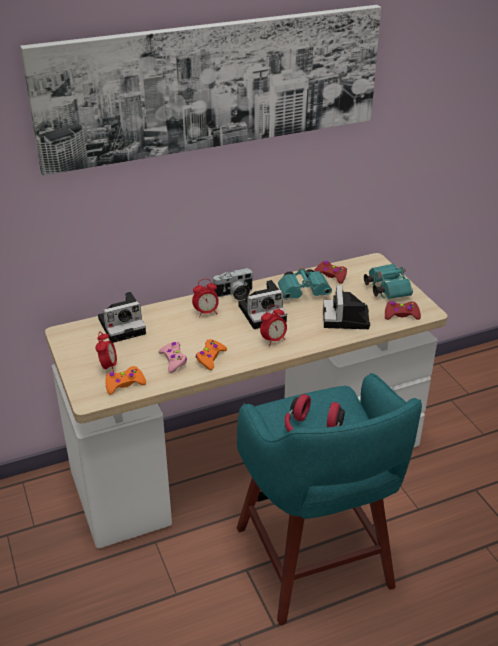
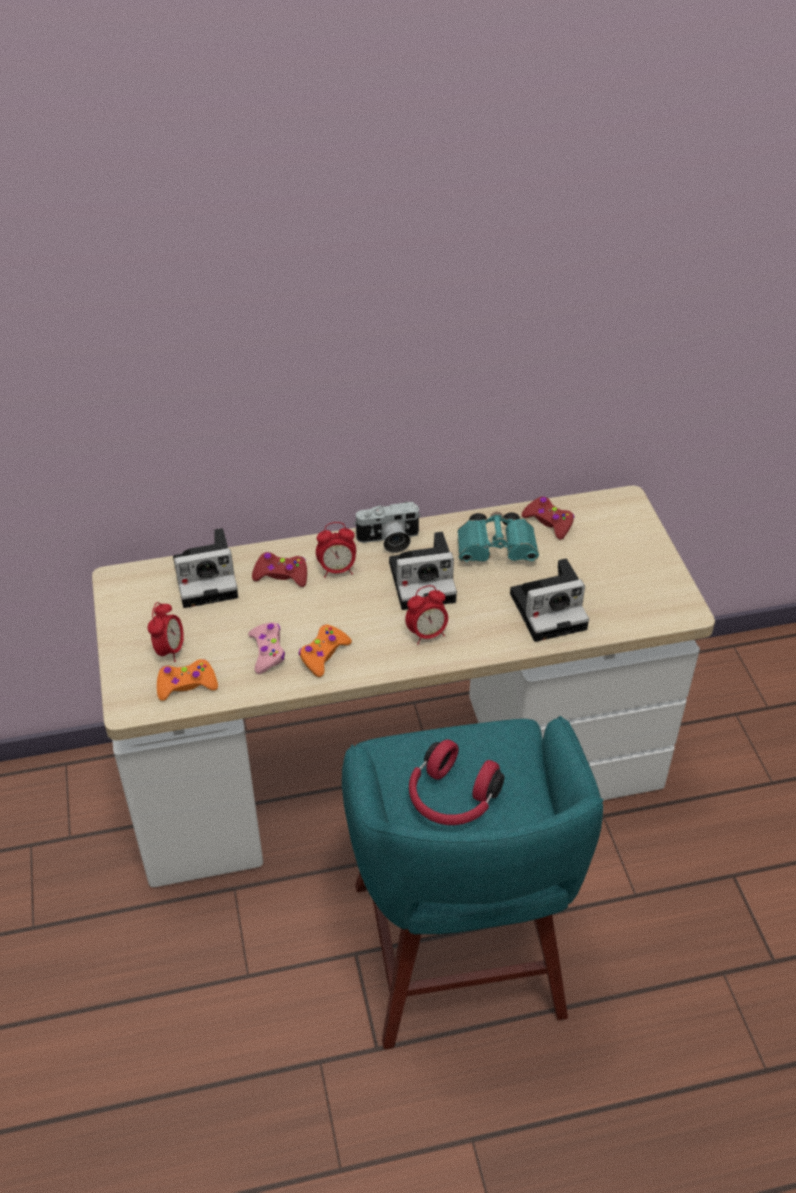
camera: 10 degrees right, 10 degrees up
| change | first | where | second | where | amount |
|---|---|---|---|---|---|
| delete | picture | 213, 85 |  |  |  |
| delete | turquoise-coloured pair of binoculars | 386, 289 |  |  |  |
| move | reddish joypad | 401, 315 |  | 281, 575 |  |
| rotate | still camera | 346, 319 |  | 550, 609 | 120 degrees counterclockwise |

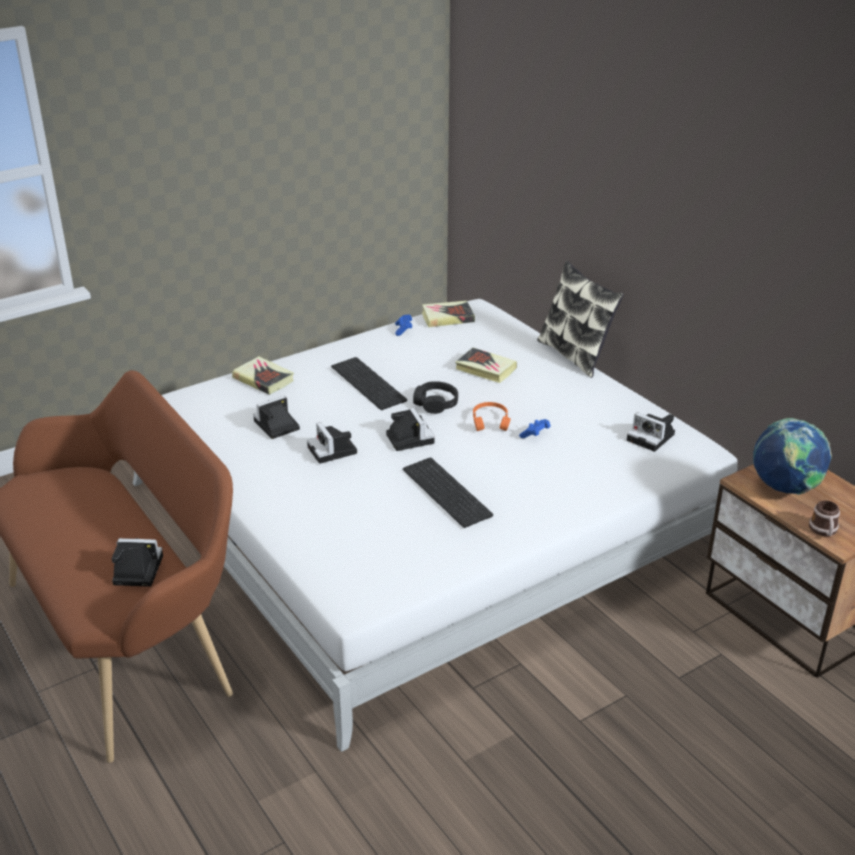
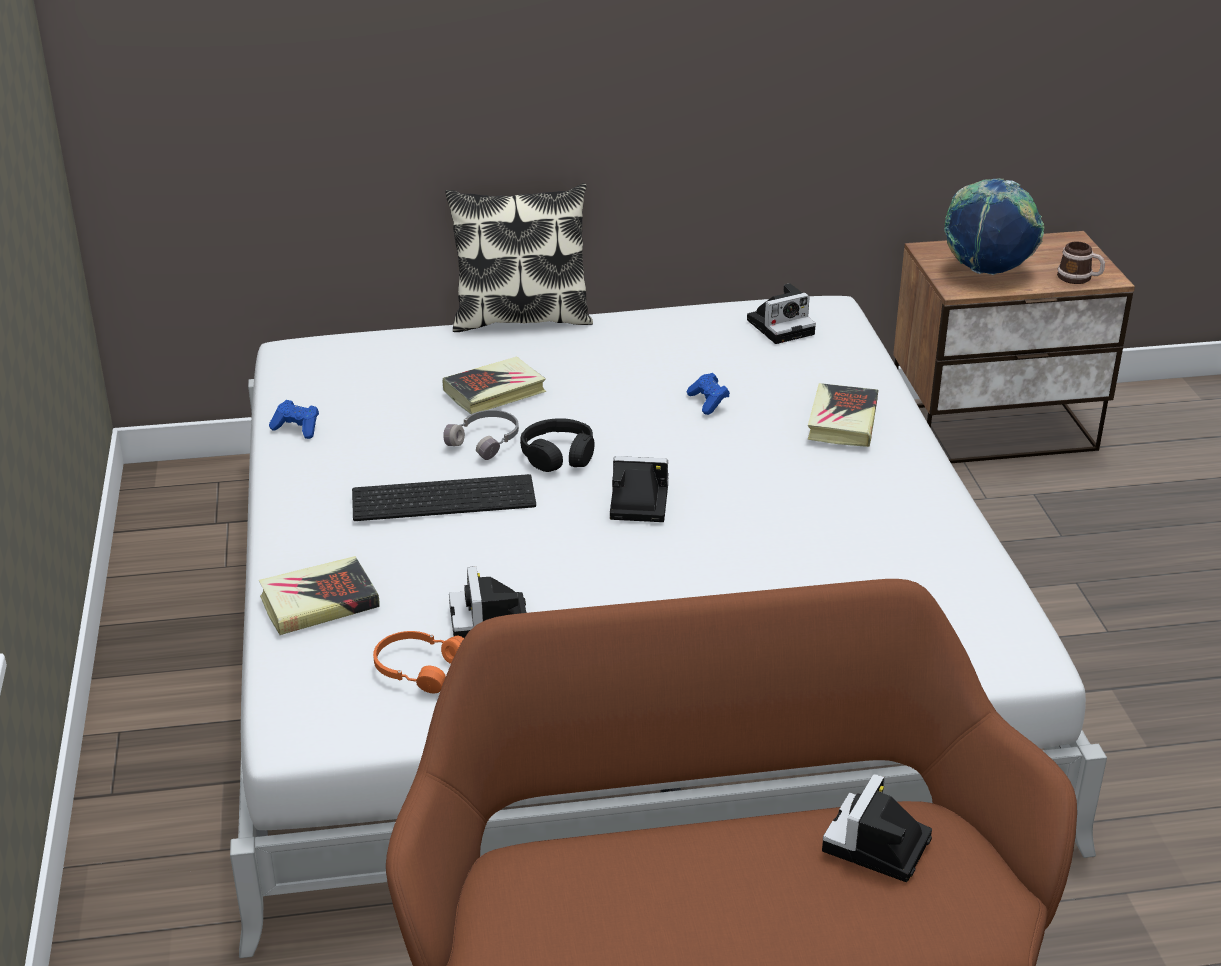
camera: 65 degrees left, 0 degrees up
| change | first | where | second | where | amount |
|---|---|---|---|---|---|
| delete | still camera | 333, 451 |  |  |  |
| delete | computer keyboard | 449, 492 |  |  |  |
| insert |  |  | gray headset | 486, 441 |  |
| move | volume | 447, 317 |  | 842, 421 |  |
| move | orange headset | 491, 421 |  | 418, 668 |  |

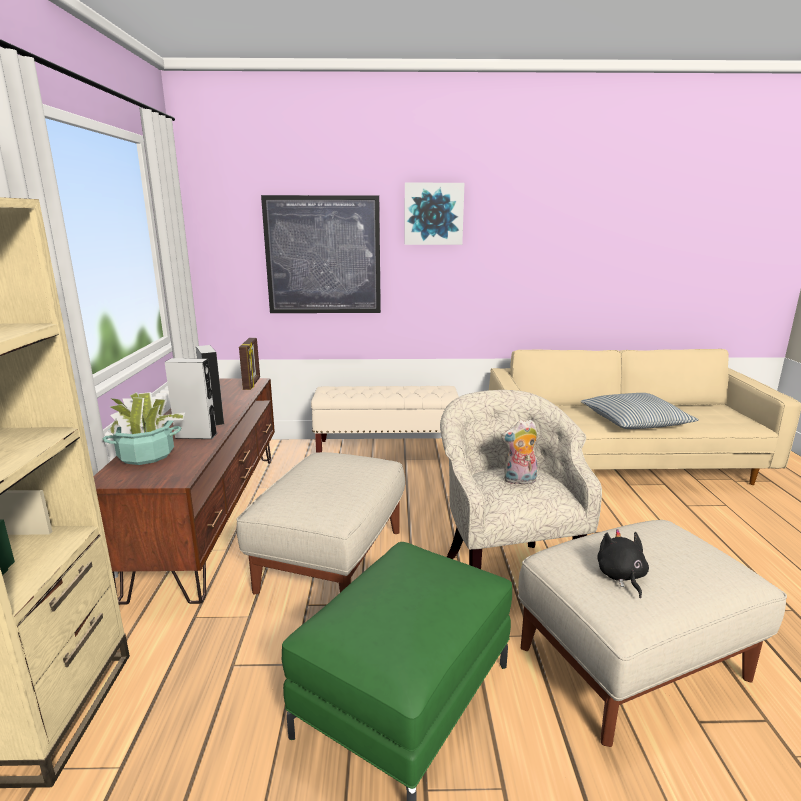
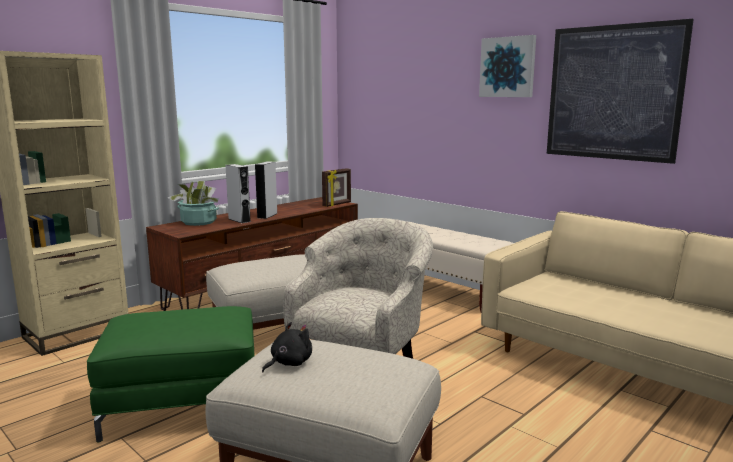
camera: 45 degrees right, 5 degrees down
| change | first | where | second | where | amount |
|---|---|---|---|---|---|
| delete | cuddly toy | 519, 481 |  |  |  |
| delete | cushion | 634, 422 |  |  |  |
| move | picture | 323, 255 |  | 613, 93 |  |

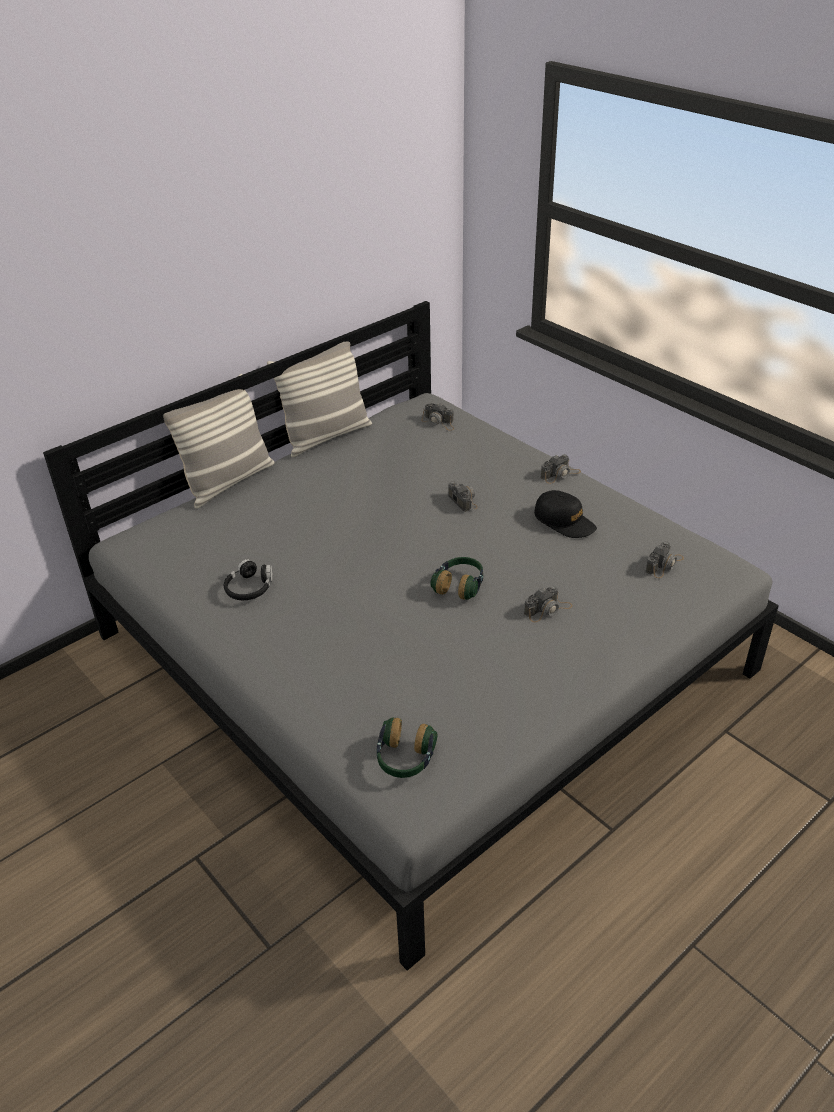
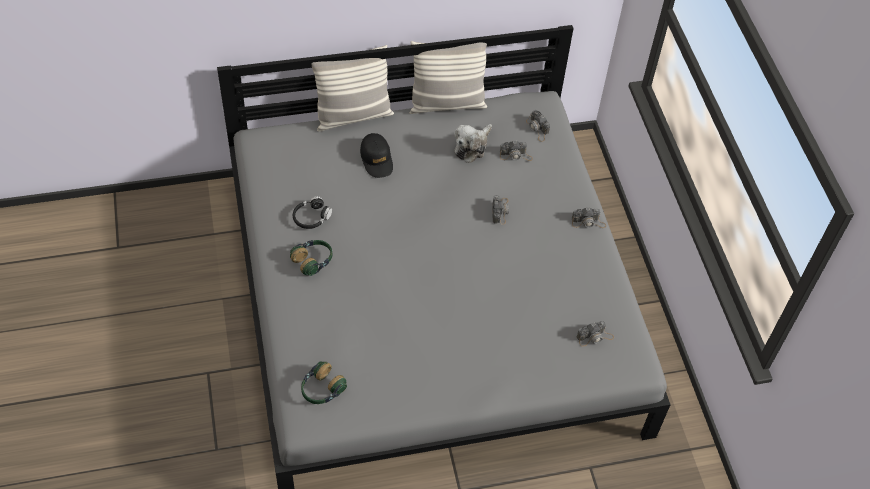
camera: 25 degrees right, 15 degrees up
| change | first | where | second | where | amount |
|---|---|---|---|---|---|
| insert |  |  | cuddly toy | 472, 147 |  |
| move | headset | 460, 586 |  | 313, 261 |  |
| move | still camera | 548, 609 |  | 515, 155 |  |
| move | black baseball cap | 564, 521 |  | 377, 159 |  |

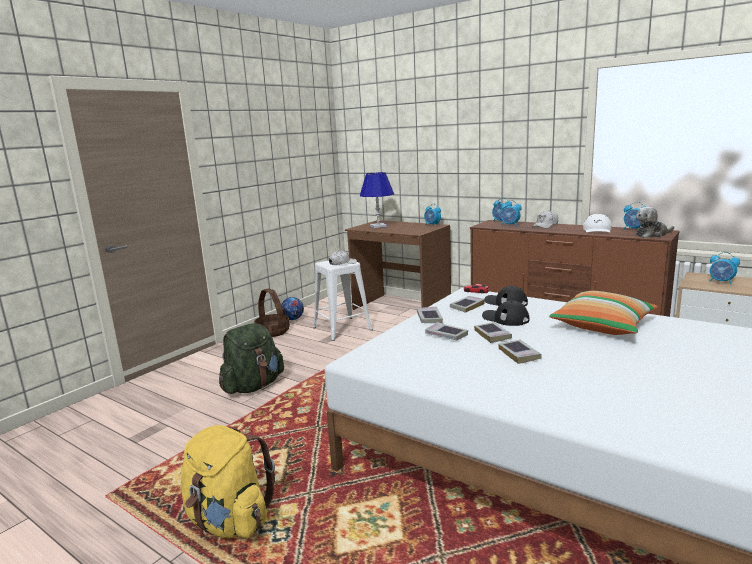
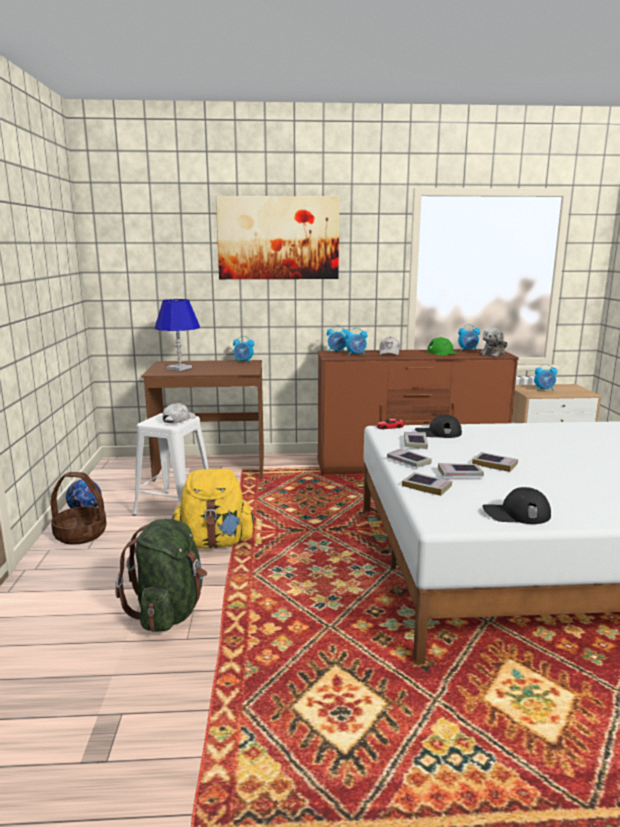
camera: 40 degrees left, 0 degrees up
| change | first | where | second | where | amount |
|---|---|---|---|---|---|
| delete | cushion | 603, 326 |  |  |  |
| insert |  |  | picture | 278, 238 |  |
| move | yellow-coloured knapsack | 229, 521 |  | 215, 542 |  |
| move | black baseball cap | 505, 318 |  | 516, 513 |  |
| move | volume | 519, 354 |  | 427, 487 |  |
| recolor | white baseball cap | 597, 230 | green-coloured baseball cap | 443, 353 |  |

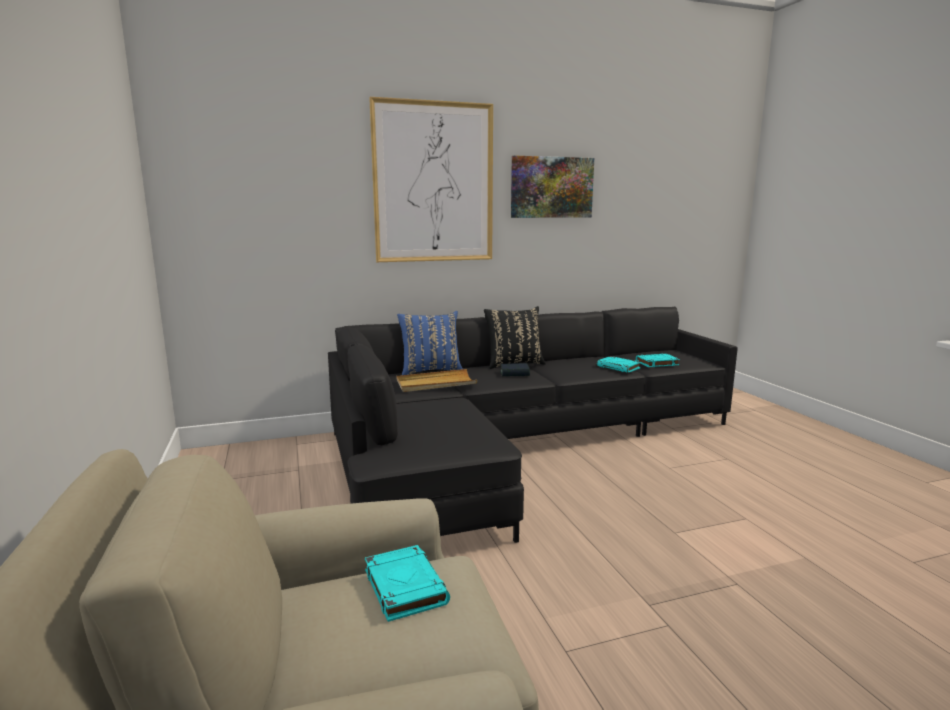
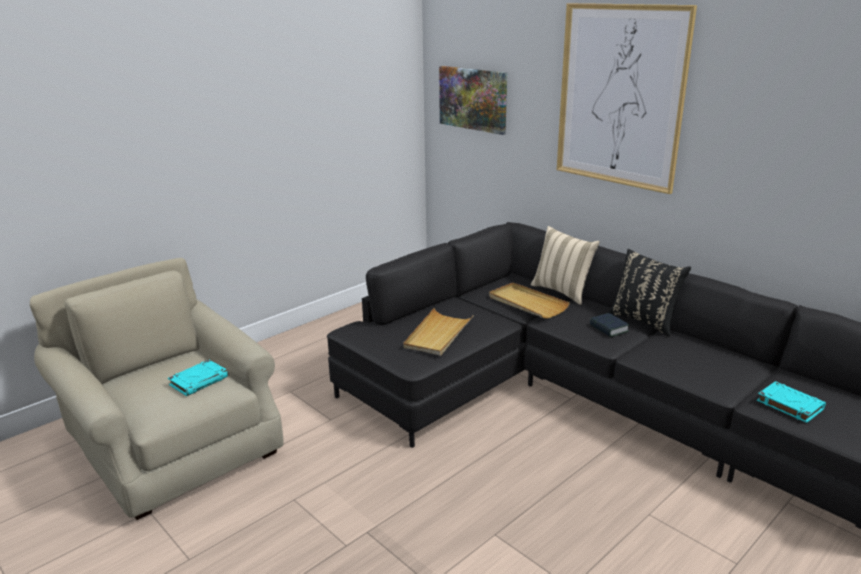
camera: 65 degrees right, 10 degrees up
| change | first | where | second | where | amount |
|---|---|---|---|---|---|
| delete | turquoise-coloured volume | 619, 367 |  |  |  |
| insert |  |  | beige carrying tray | 438, 334 |  |
| move | picture | 551, 187 |  | 473, 99 |  |
| recolor | blue cushion | 430, 371 | beige cushion | 562, 291 |  |

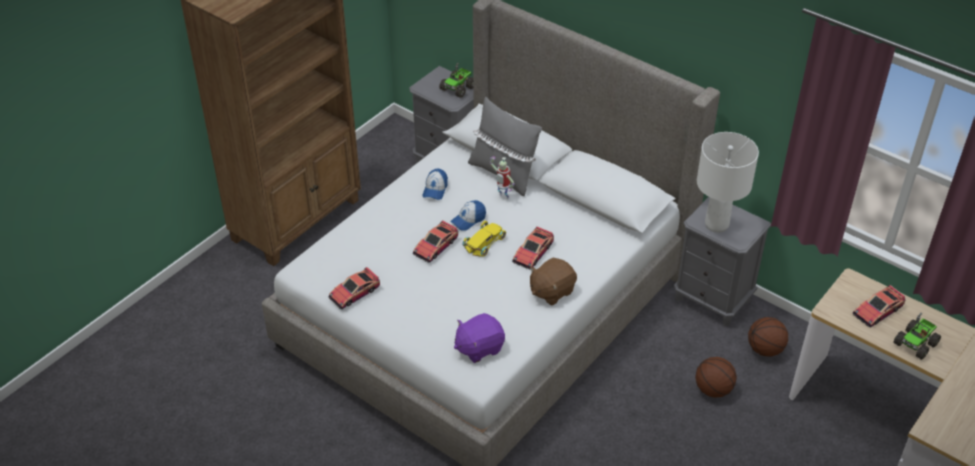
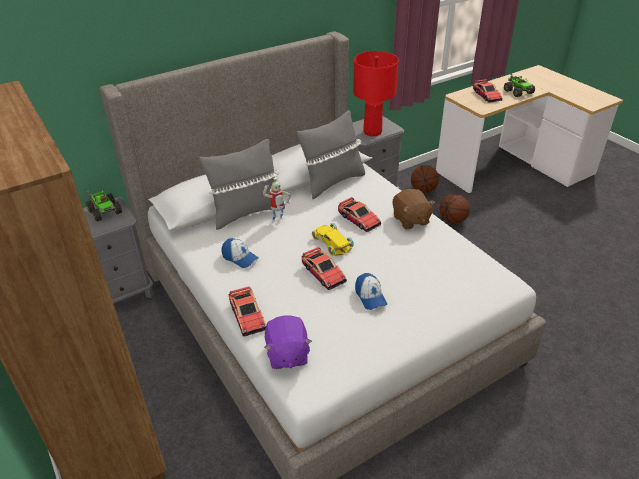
camera: 70 degrees left, 5 degrees down
| change | first | where | second | where | amount |
|---|---|---|---|---|---|
| insert |  |  | gray cushion | 332, 182 |  |
| move | model car | 354, 293 |  | 248, 316 |  |
| move | baseball cap | 468, 220 |  | 370, 296 |  |
| move | purple cuddly toy | 479, 348 |  | 287, 354 |  |
| recolor | white lamp for a table | 716, 225 | reddish lamp for a table | 372, 132 |  |

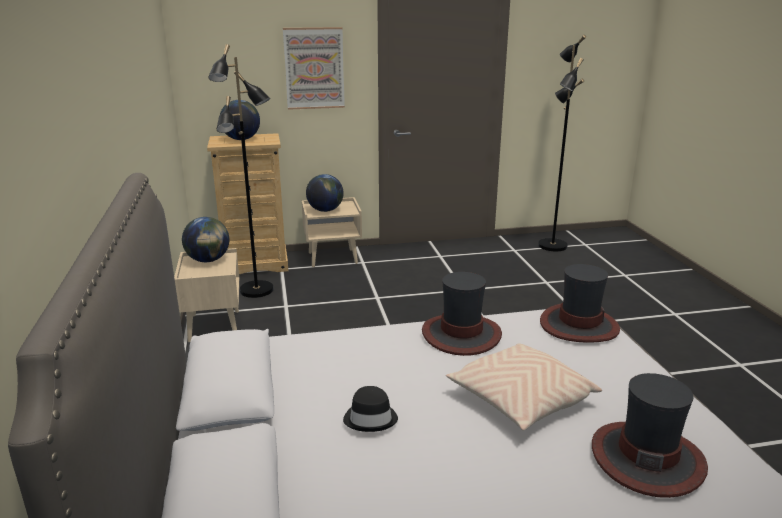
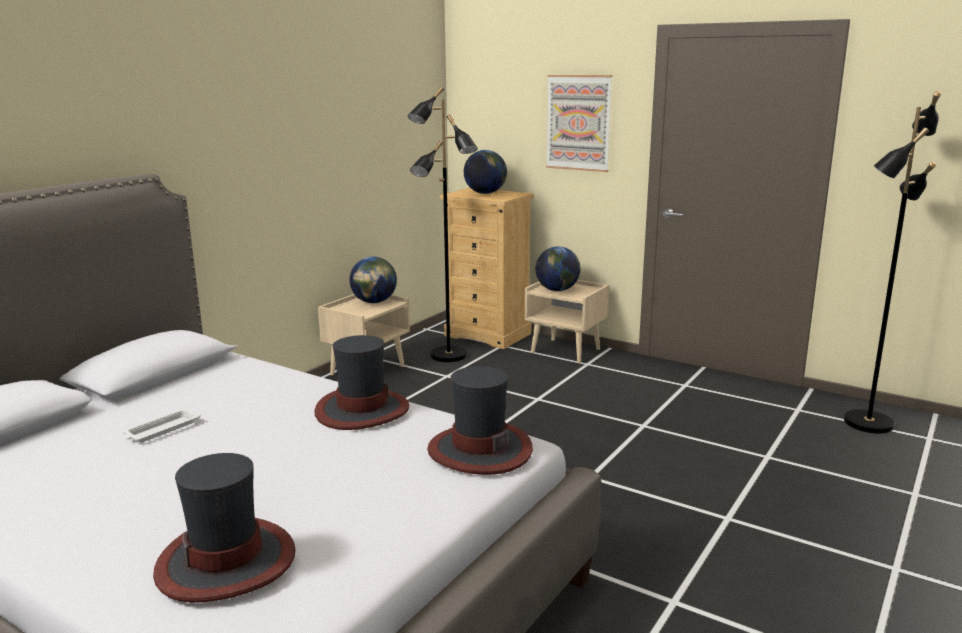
camera: 45 degrees right, 5 degrees down
| change | first | where | second | where | amount |
|---|---|---|---|---|---|
| delete | beige cushion | 520, 401 |  |  |  |
| replace | black clothing hat | 371, 418 | white carrying tray | 161, 430 |  |

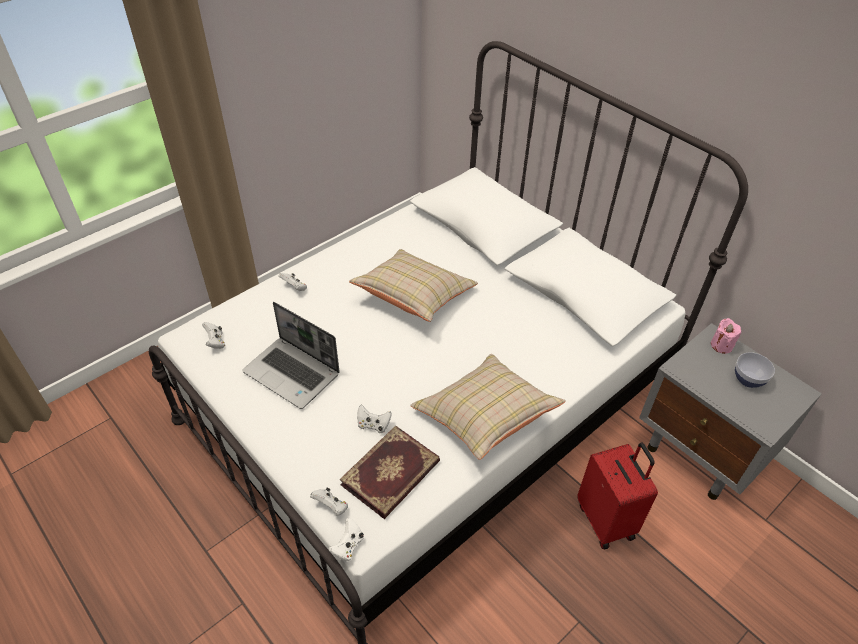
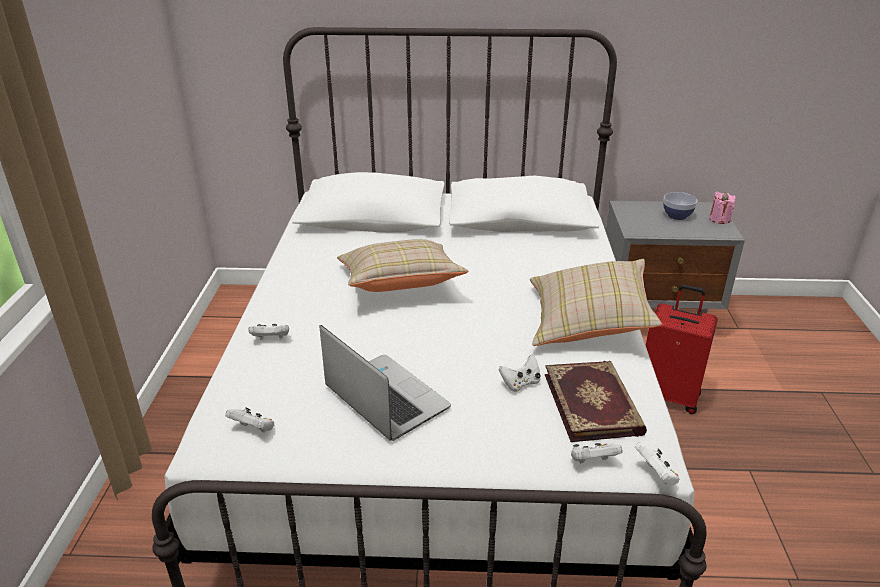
camera: 45 degrees left, 15 degrees down
| change | first | where | second | where | amount |
|---|---|---|---|---|---|
| move | pink wax light | 721, 345 |  | 719, 219 |  |
| rotate | notebook computer | 293, 373 |  | 384, 398 | 120 degrees counterclockwise |

